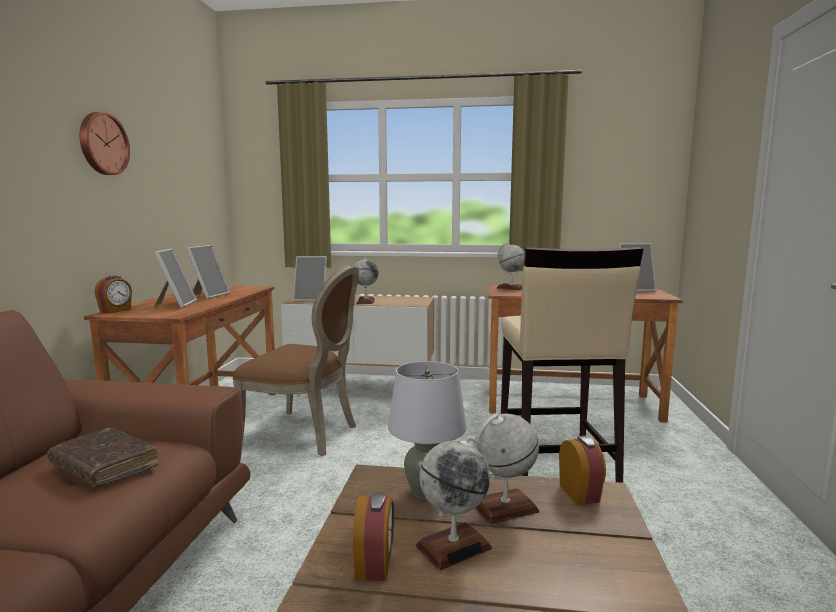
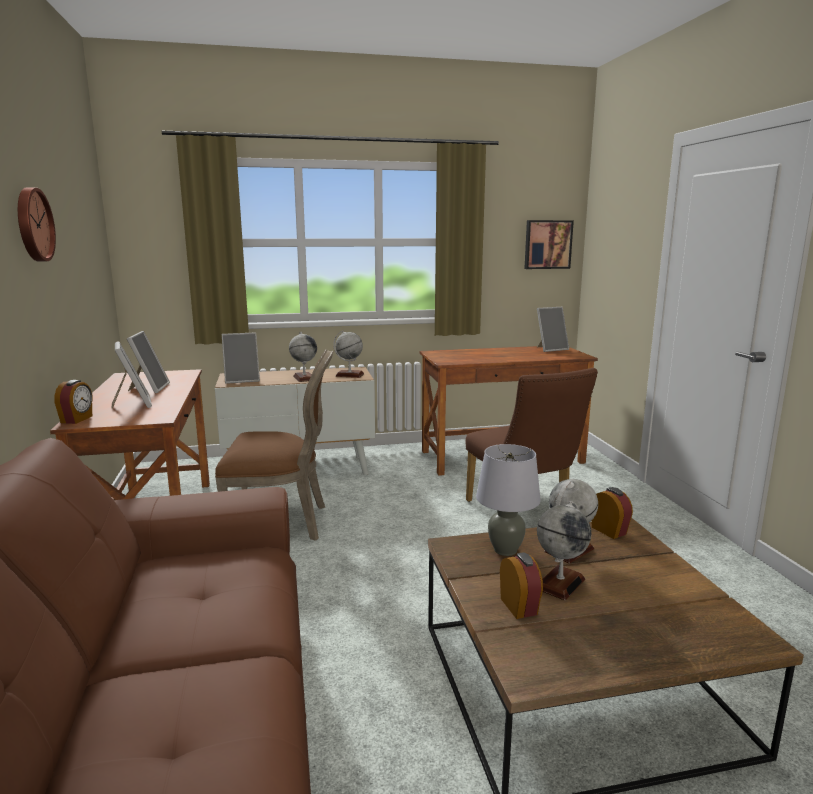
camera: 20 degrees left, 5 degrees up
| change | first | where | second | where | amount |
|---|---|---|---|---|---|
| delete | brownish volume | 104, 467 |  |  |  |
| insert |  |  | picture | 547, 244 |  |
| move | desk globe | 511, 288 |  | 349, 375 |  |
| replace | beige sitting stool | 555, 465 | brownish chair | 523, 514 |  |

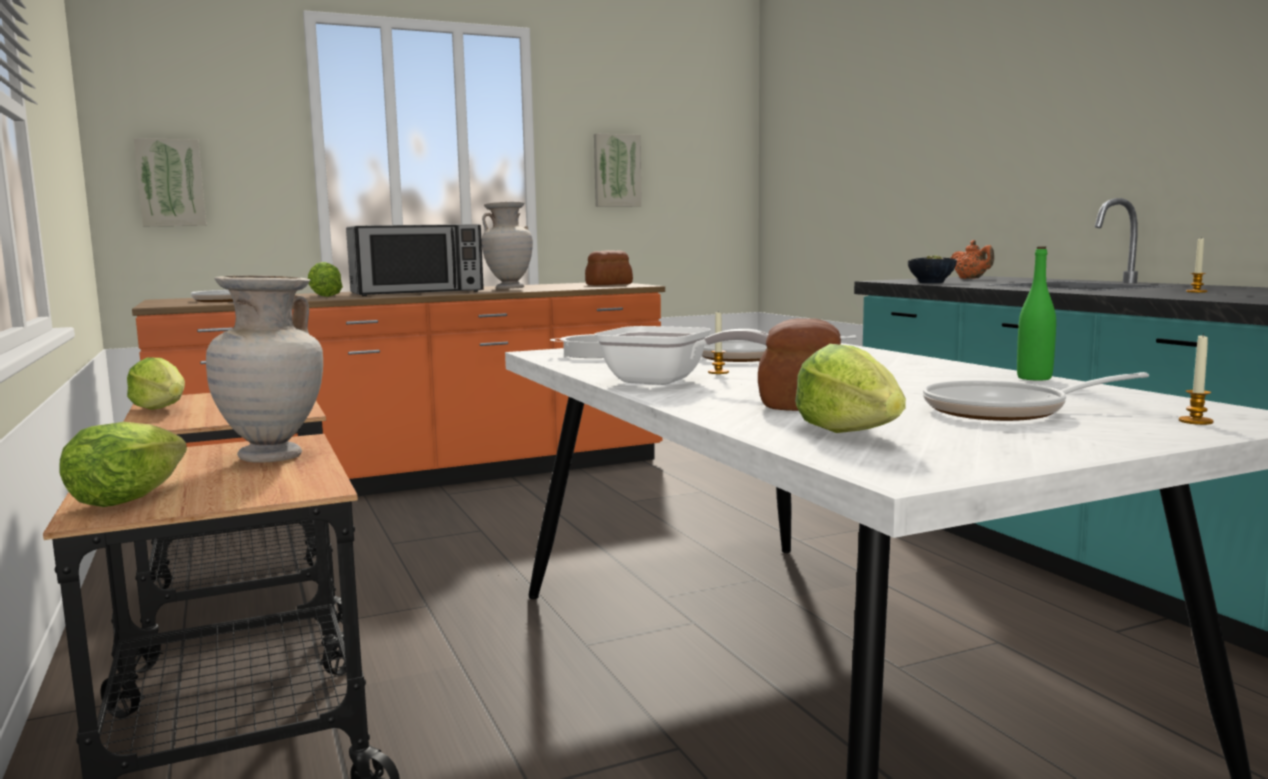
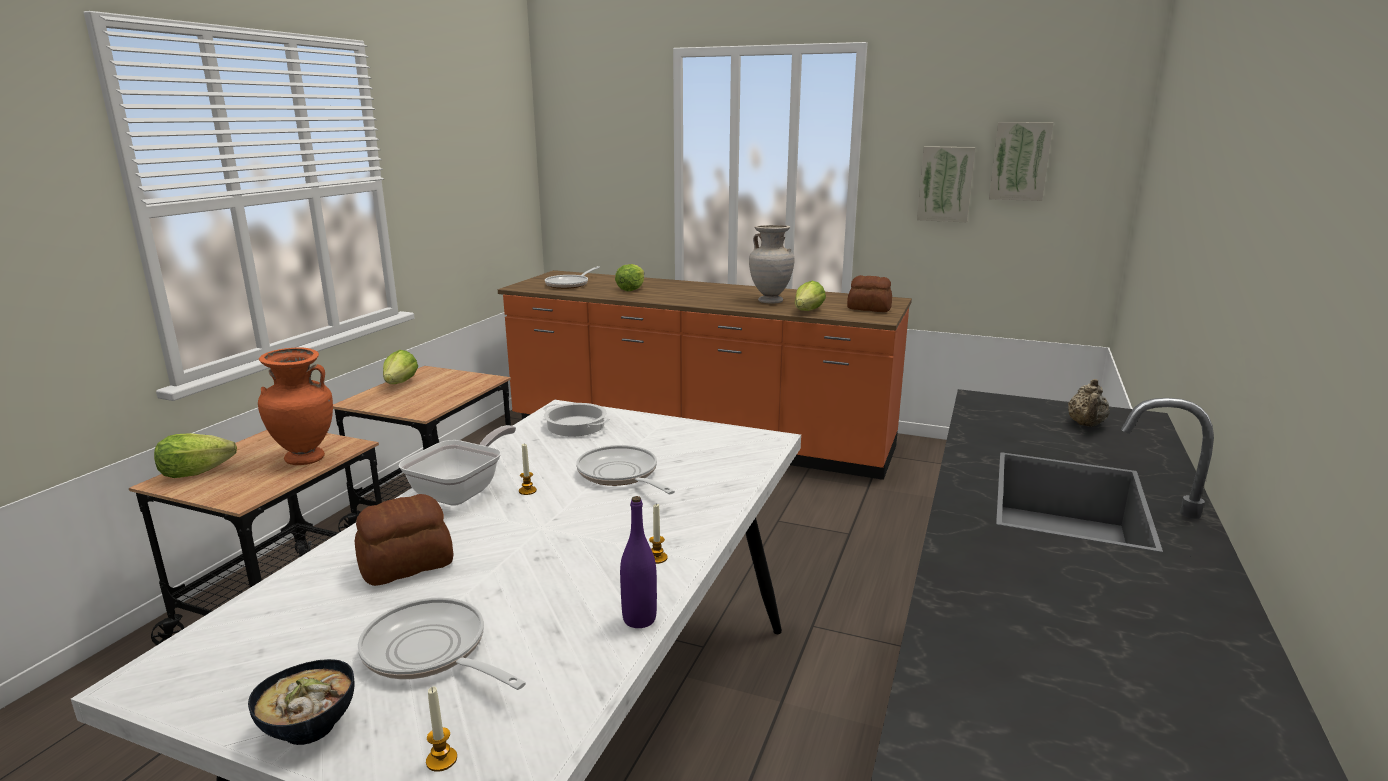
camera: 45 degrees right, 10 degrees up
| change | first | where | second | where | amount |
|---|---|---|---|---|---|
| delete | kitchen microwave | 418, 292 |  |  |  |
| move | picture | 171, 183 |  | 1020, 161 |  |
| move | lettuce head | 849, 433 |  | 808, 311 |  |
| move | deep dish | 932, 282 |  | 311, 728 |  |
| move | wax light | 1196, 292 |  | 657, 558 |  |
| recolor | beige vase | 273, 457 | orange vase | 305, 459 |  |
| recolor | orange teapot | 971, 279 | beige teapot | 1086, 425 |  |
| recolor | green-coloured beverage bottle | 1034, 378 | purple beverage bottle | 639, 619 |  |
| rotate | frying pan | 665, 382 |  | 463, 491 | 135 degrees counterclockwise |

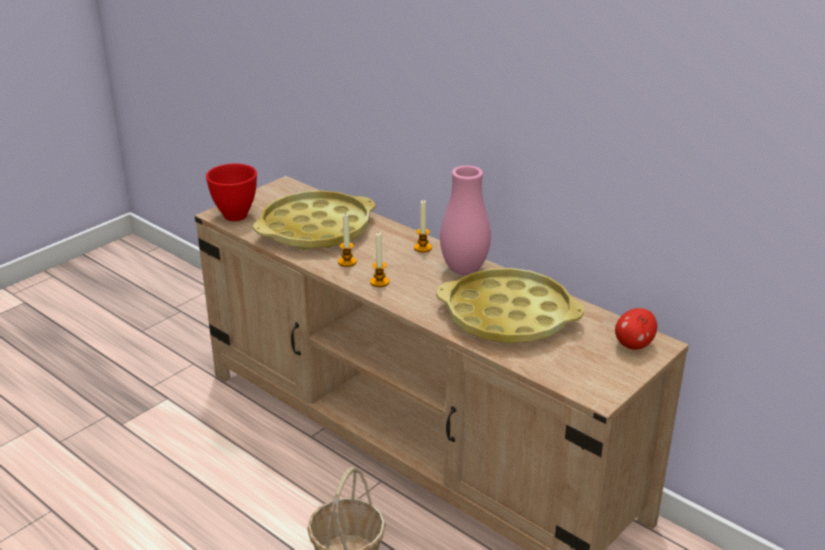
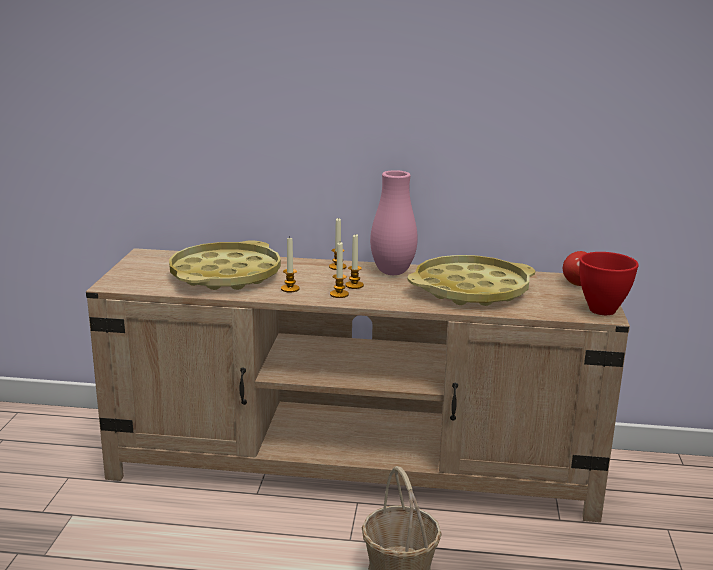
camera: 35 degrees left, 10 degrees down
| change | first | where | second | where | amount |
|---|---|---|---|---|---|
| insert |  |  | wax light | 354, 285 |  |
| move | reddish deep dish | 234, 216 |  | 601, 311 |  |

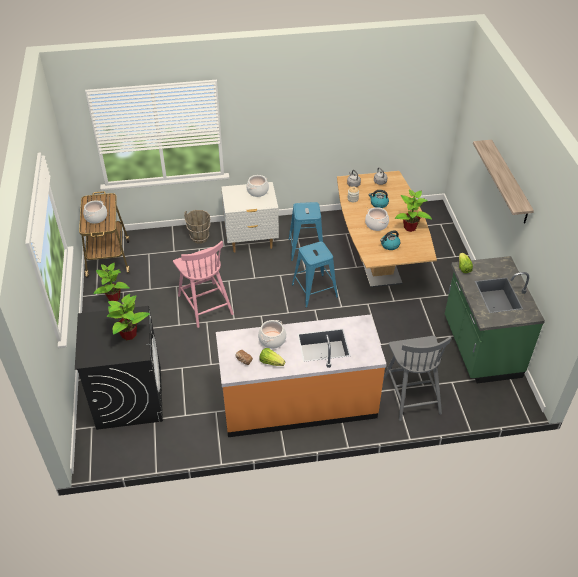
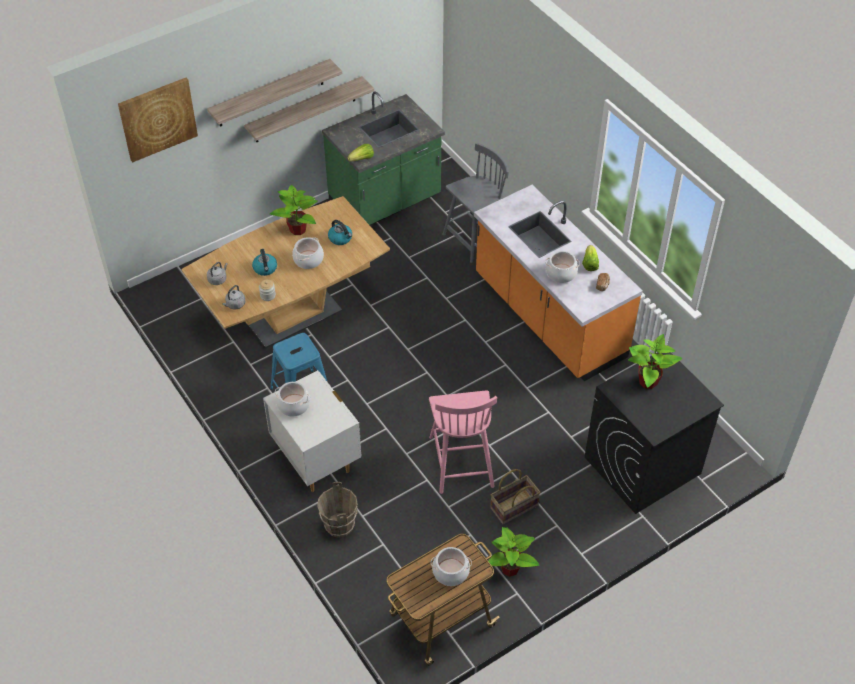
camera: 115 degrees left, 5 degrees up
| change | first | where | second | where | amount |
|---|---|---|---|---|---|
| delete | blue sitting stool | 314, 291 |  |  |  |
| insert |  |  | picture | 158, 119 |  |
| insert |  |  | shelf | 305, 110 |  |
| insert |  |  | basket | 514, 508 |  |
| rotate | pink chair | 205, 304 |  | 461, 460 | 135 degrees clockwise |

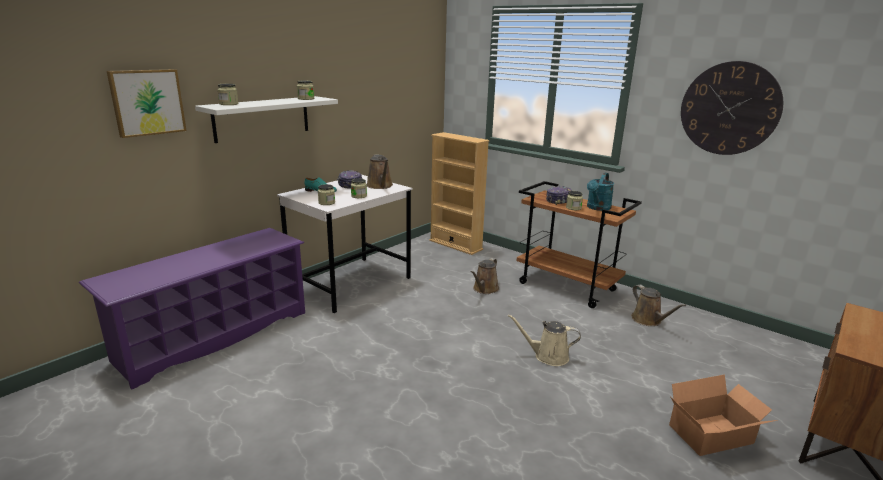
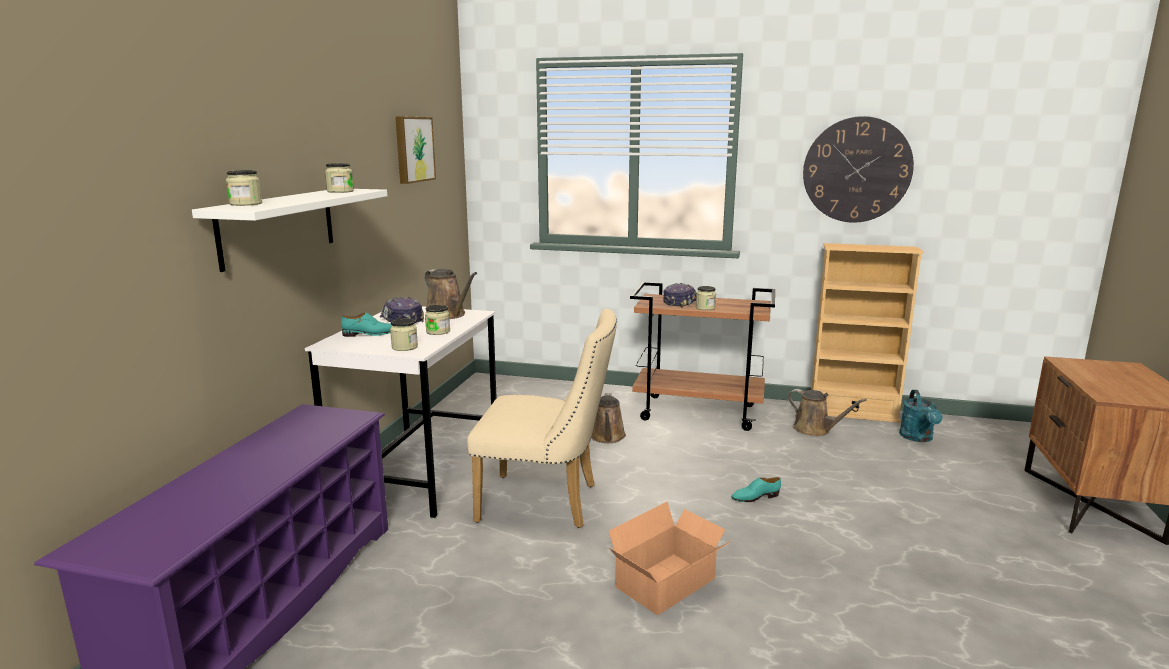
camera: 25 degrees left, 5 degrees down
| change | first | where | second | where | amount |
|---|---|---|---|---|---|
| insert |  |  | beige chair | 547, 503 |  |
| move | picture | 147, 102 |  | 413, 149 |  |
| move | beige shelving unit | 455, 245 |  | 852, 413 |  |
| move | turquoise-coloured watering pot | 597, 208 |  | 918, 438 |  |
| move | cardboard box | 714, 436 |  | 670, 584 |  |
| replace | beige watering pot | 547, 356 | turquoise-coloured shoe | 755, 497 |  |

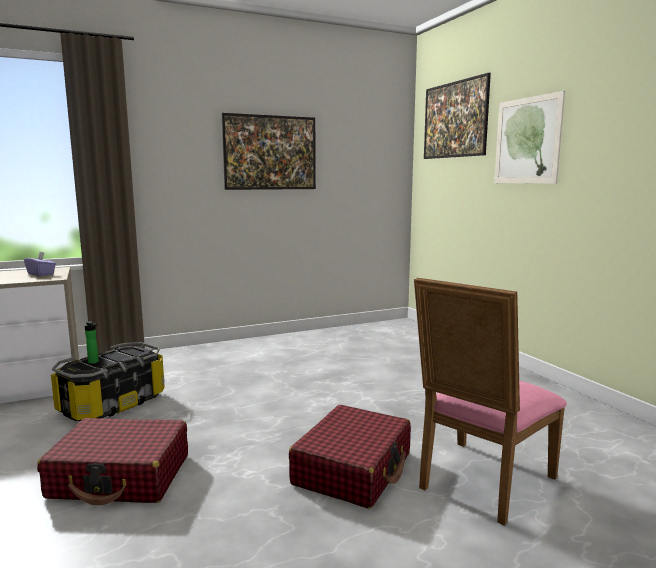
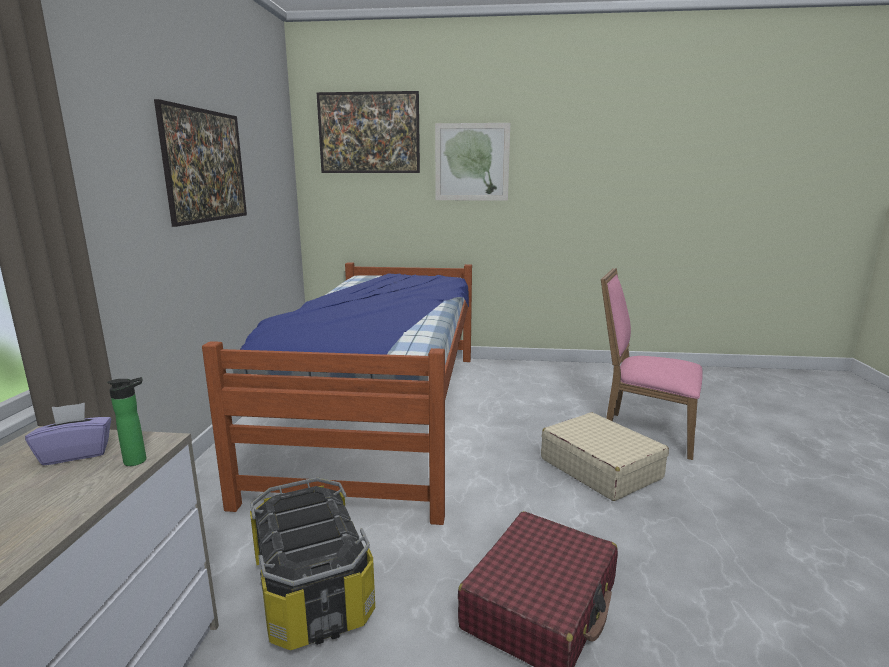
camera: 60 degrees left, 5 degrees up
| change | first | where | second | where | amount |
|---|---|---|---|---|---|
| insert |  |  | bedroom bed | 380, 413 |  |
| move | beverage bottle | 94, 362 |  | 139, 460 |  |
| recolor | reddish suitcase | 353, 469 | beige suitcase | 600, 468 |  |
| rotate | pink chair | 480, 484 |  | 644, 431 | 135 degrees clockwise |

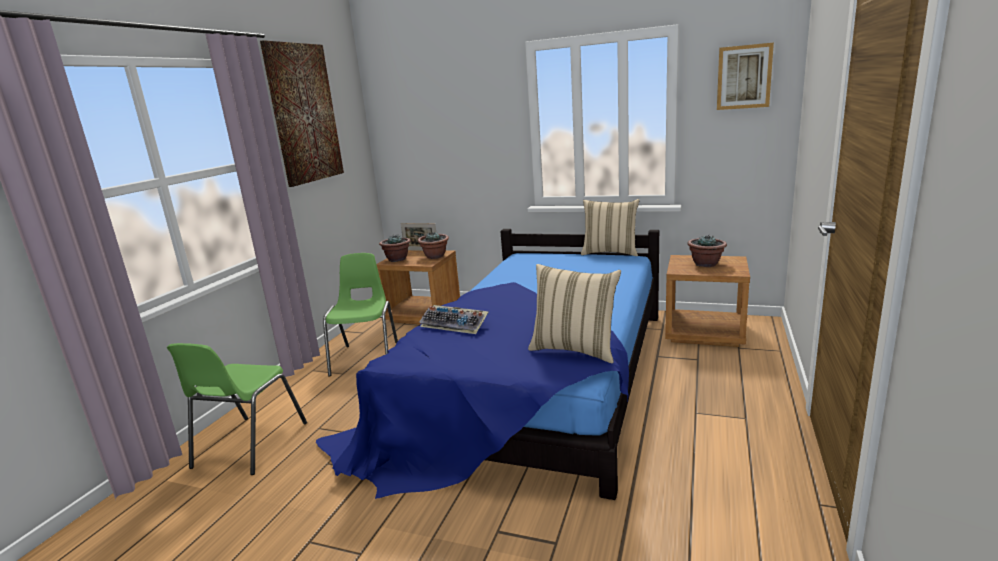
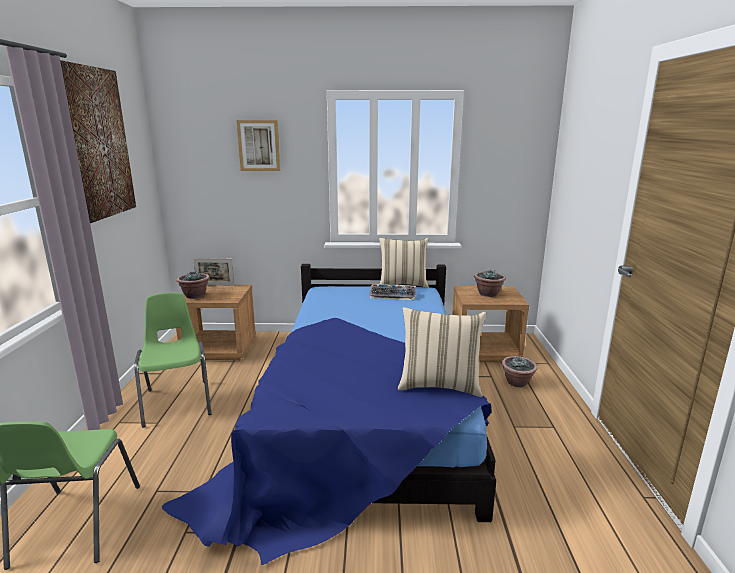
camera: 20 degrees left, 0 degrees up
| change | first | where | second | where | amount |
|---|---|---|---|---|---|
| move | potted plant | 435, 256 |  | 517, 383 |  |
| move | computer keyboard | 455, 324 |  | 393, 295 |  |
| move | picture | 744, 77 |  | 259, 145 |  |

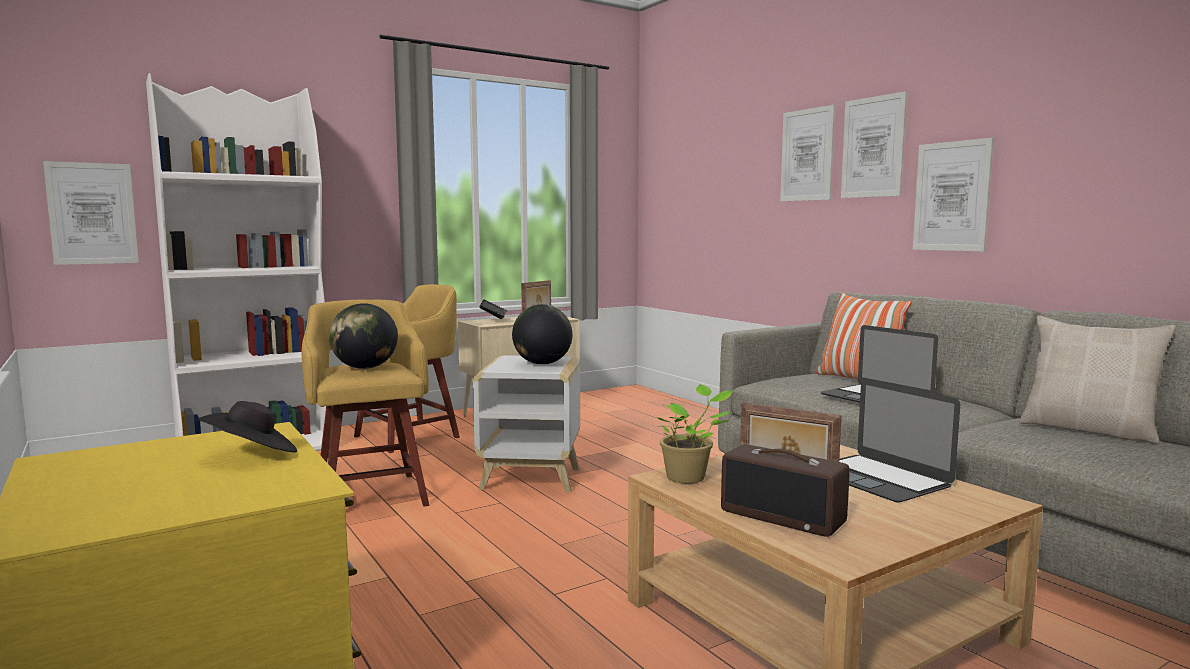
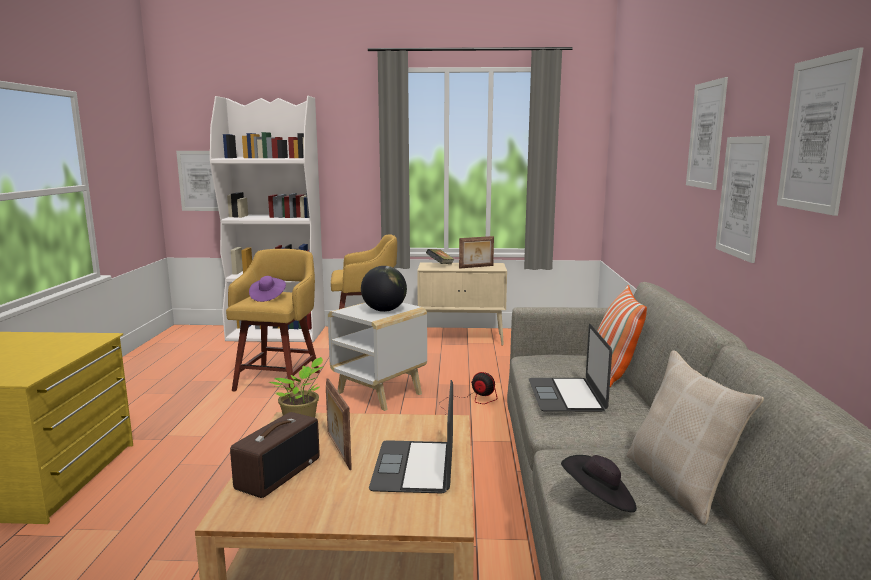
camera: 35 degrees right, 5 degrees up
| change | first | where | second | where | amount |
|---|---|---|---|---|---|
| insert |  |  | fan | 470, 402 |  |
| move | black clothing hat | 252, 455 |  | 599, 500 |  |
| move | picture | 807, 155 |  | 817, 135 |  |
| replace | desk globe | 365, 368 | purple clothing hat | 267, 297 |  |
| rotate | radio receiver | 784, 516 |  | 278, 472 | 135 degrees counterclockwise |

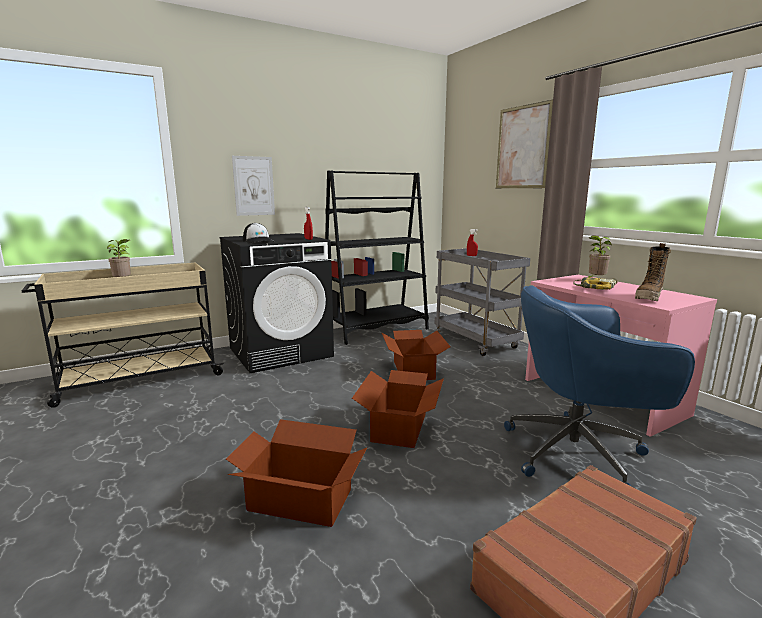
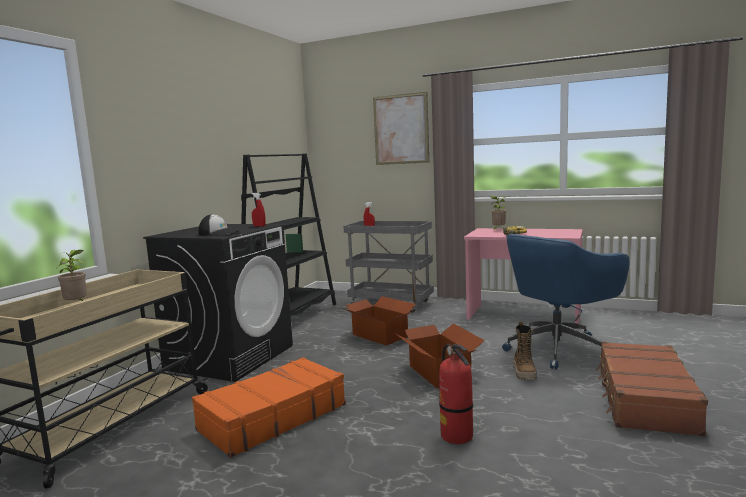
camera: 35 degrees left, 5 degrees down
| change | first | where | second | where | amount |
|---|---|---|---|---|---|
| delete | picture | 254, 186 |  |  |  |
| insert |  |  | orange suitcase | 272, 417 |  |
| move | tall boot | 649, 298 |  | 524, 373 |  |
| replace | cardboard box | 300, 500 | extinguisher | 457, 436 |  |

